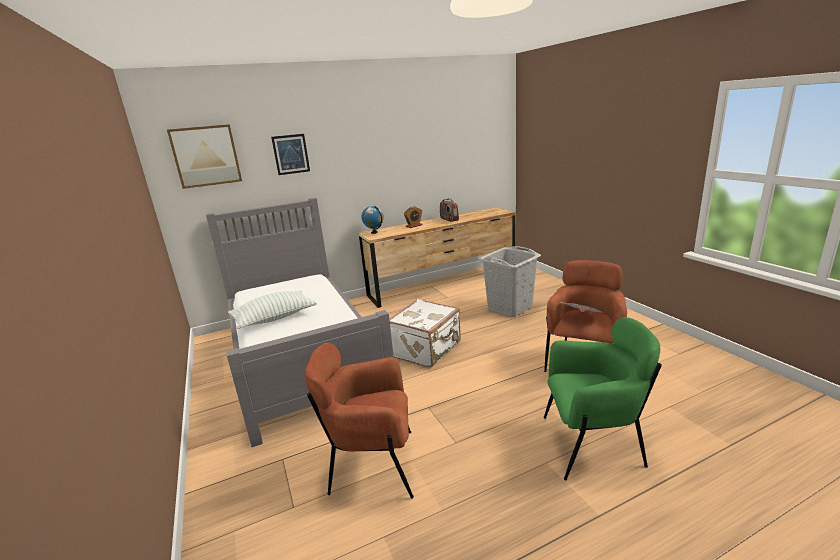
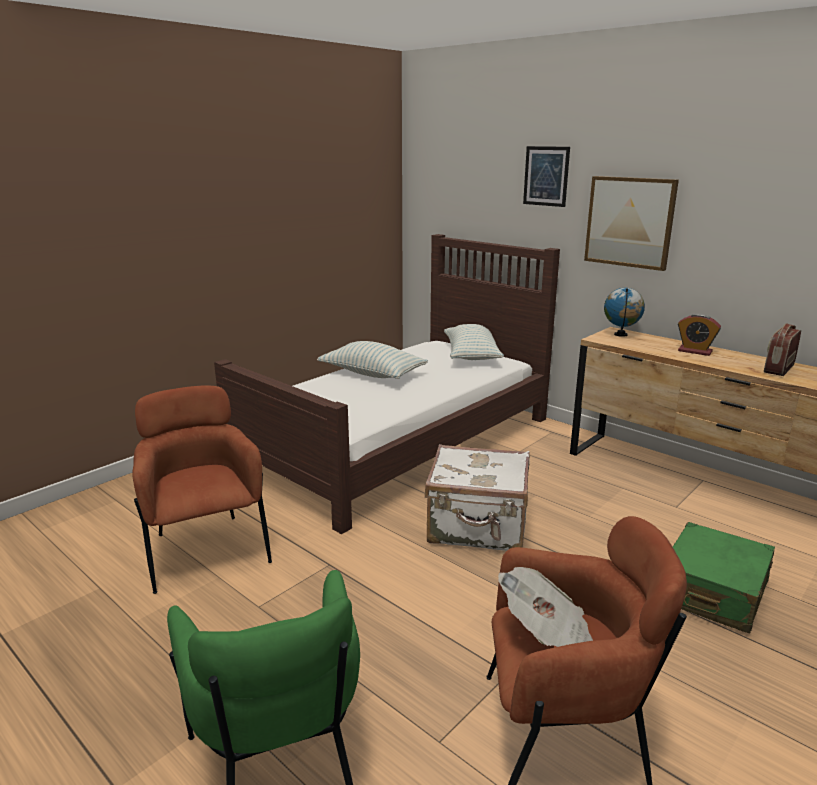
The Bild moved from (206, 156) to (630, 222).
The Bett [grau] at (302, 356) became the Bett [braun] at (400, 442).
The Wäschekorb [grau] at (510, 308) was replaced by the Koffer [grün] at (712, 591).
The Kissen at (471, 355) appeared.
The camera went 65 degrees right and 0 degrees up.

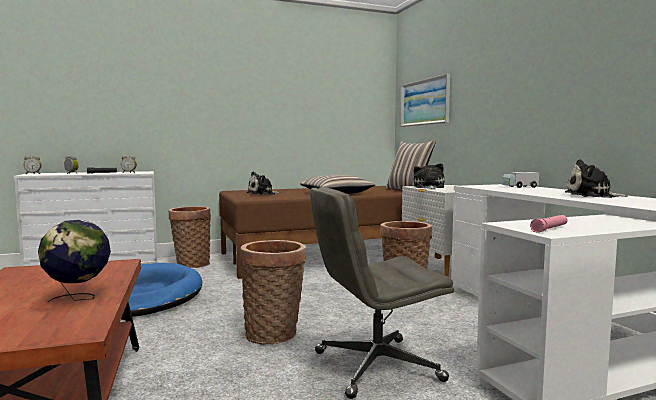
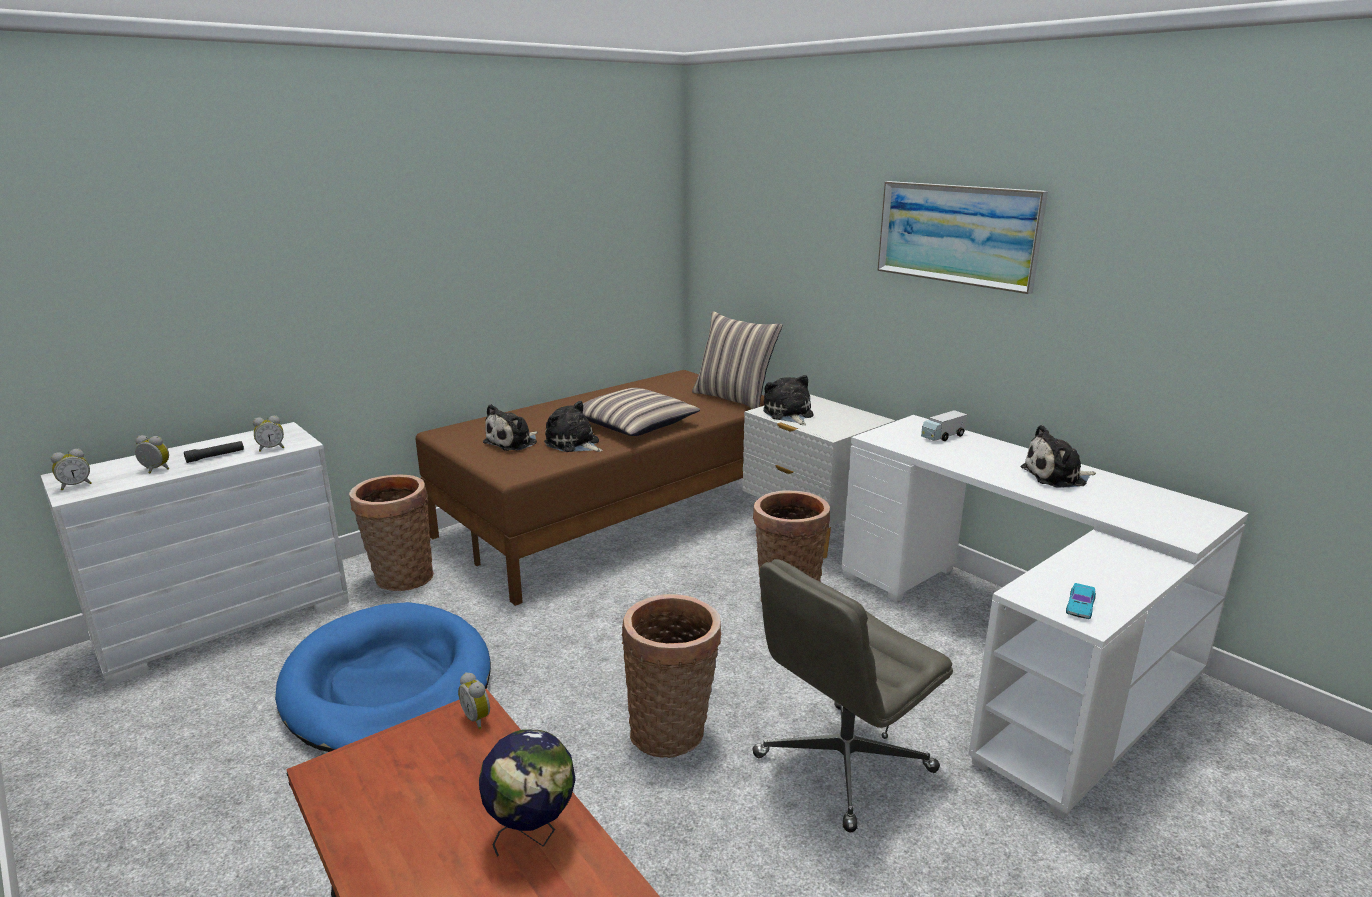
The Bild moved from (424, 102) to (957, 234).
The Taschenlampe [rosa] at (549, 229) was replaced by the Spielzeugauto [türkis] at (1080, 606).
The Plüschtier at (574, 444) appeared.
The Wecker at (478, 718) appeared.
The camera went 20 degrees left and 15 degrees up.

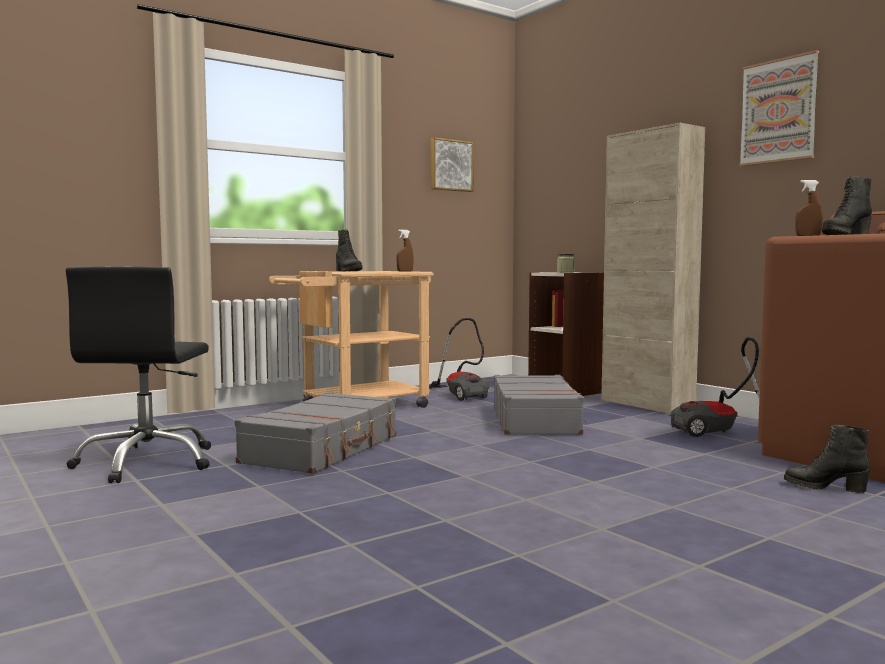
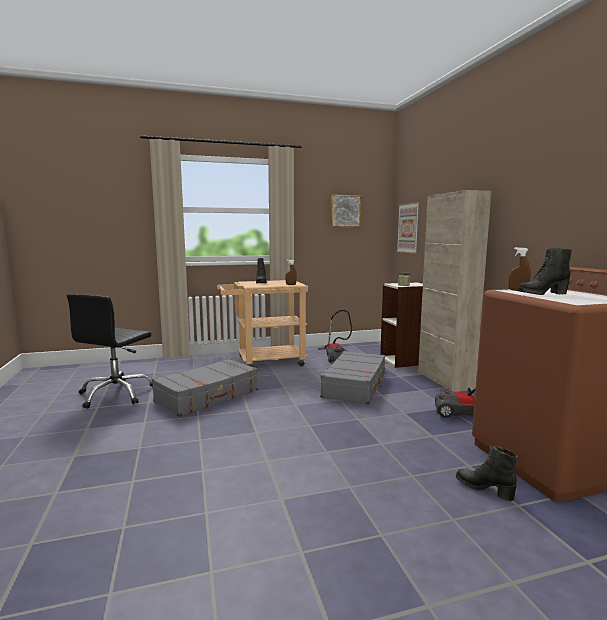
The Bild moved from (778, 111) to (408, 228).
The camera went 20 degrees right and 5 degrees up.

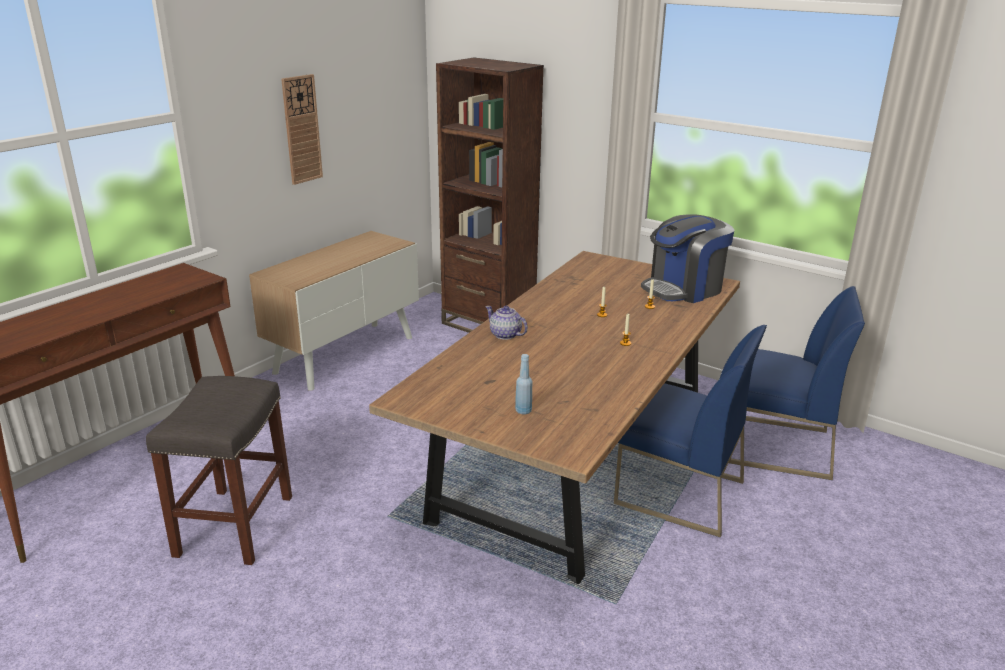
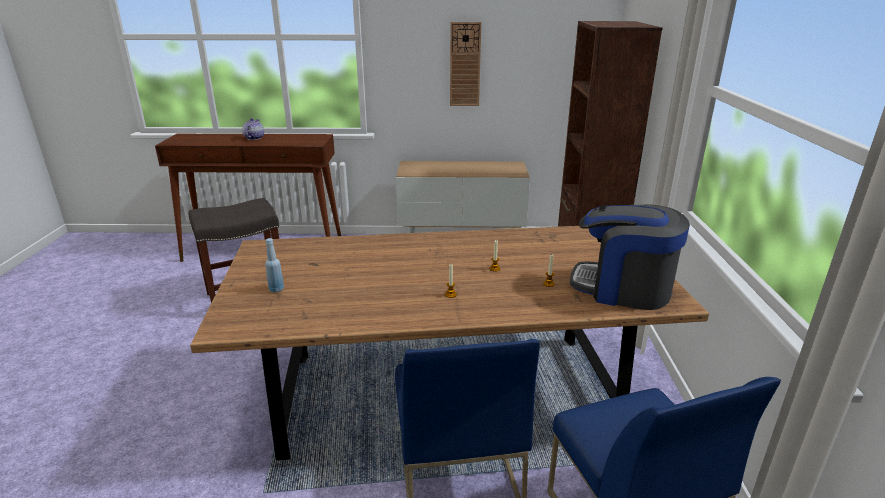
The Teekanne moved from (505, 335) to (254, 138).
The camera went 55 degrees right and 0 degrees up.

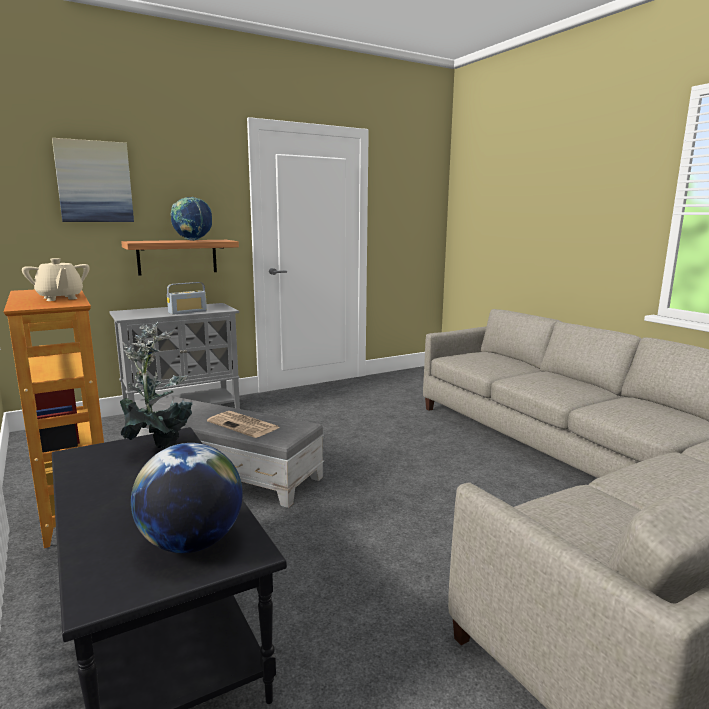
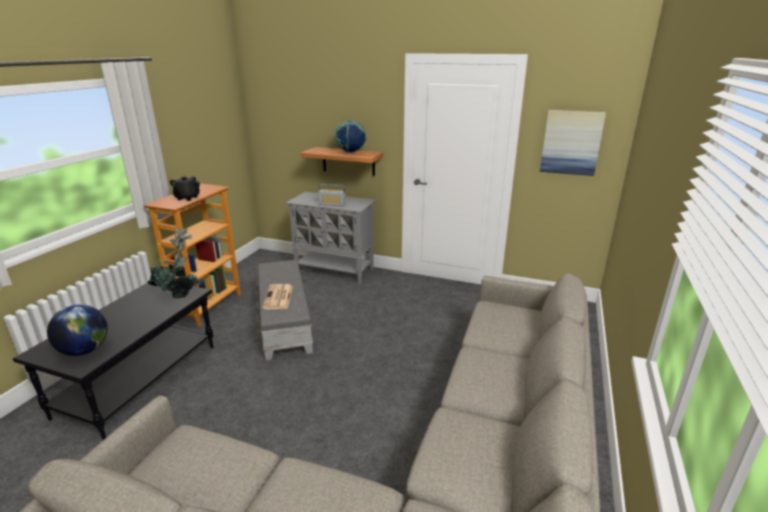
The Bild moved from (94, 182) to (571, 142).
The Teekanne [beige] at (60, 298) became the Teekanne [schwarz] at (187, 198).
The camera went 50 degrees right and 10 degrees up.

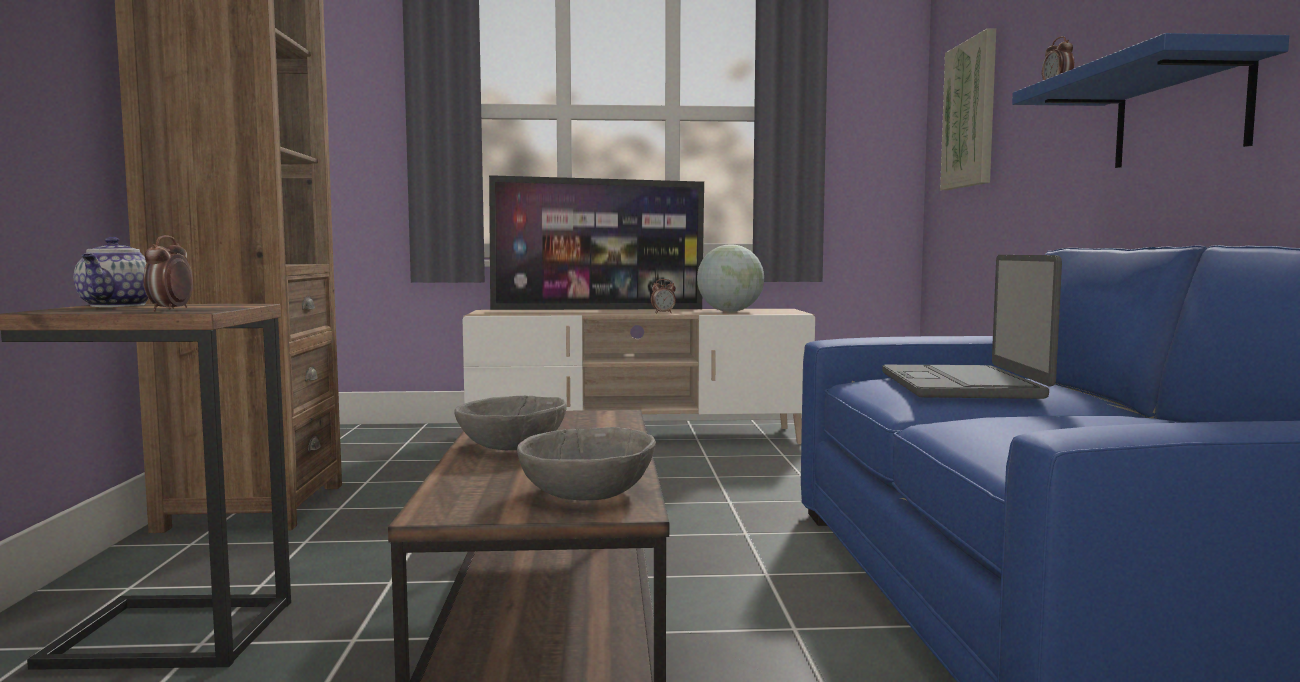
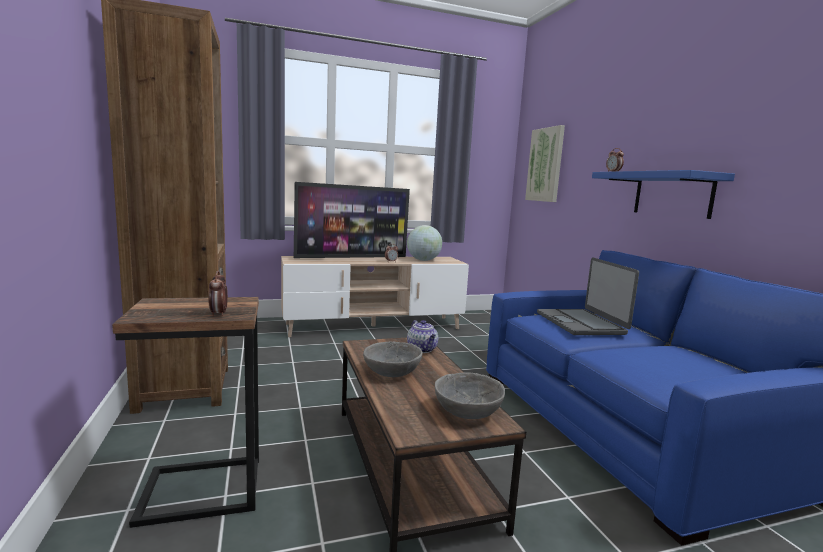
The Teekanne moved from (117, 306) to (422, 349).
The camera went 15 degrees left and 5 degrees up.

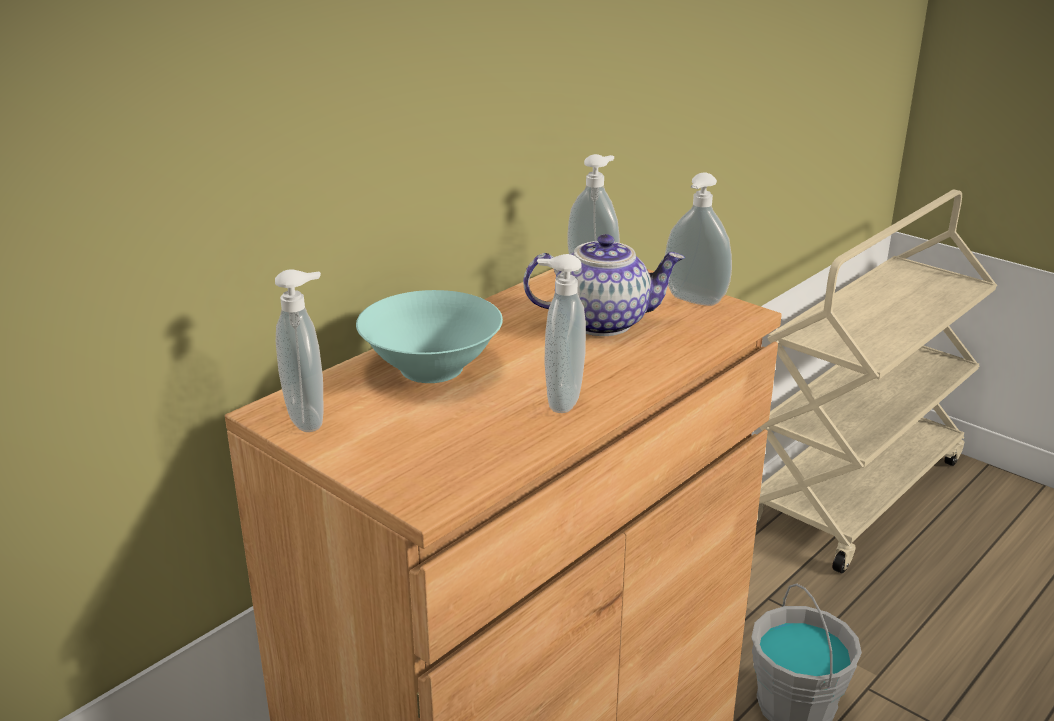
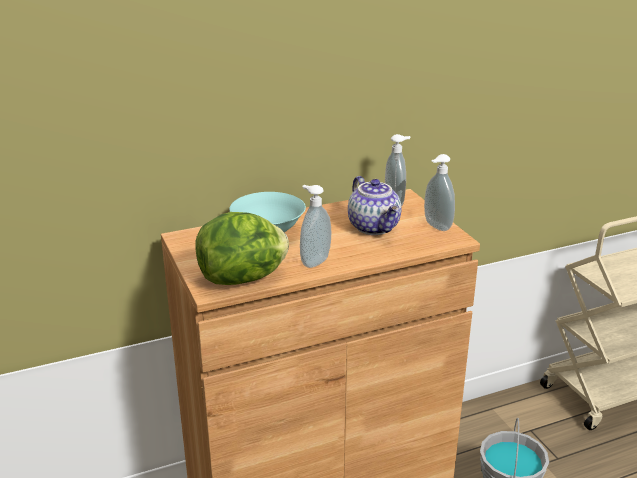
The Teekanne at (602, 321) turned 45 degrees clockwise.
The Seifenspender at (309, 418) disappeared.
The Salatkopf at (244, 278) appeared.
The camera went 25 degrees right and 0 degrees up.

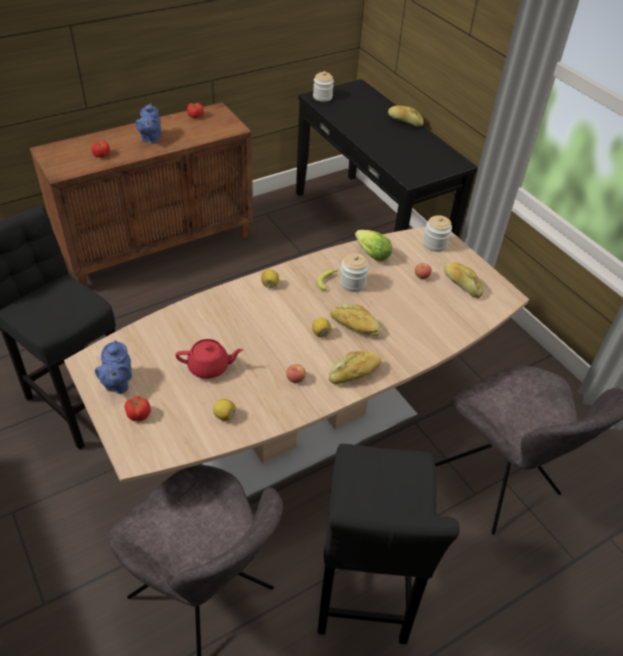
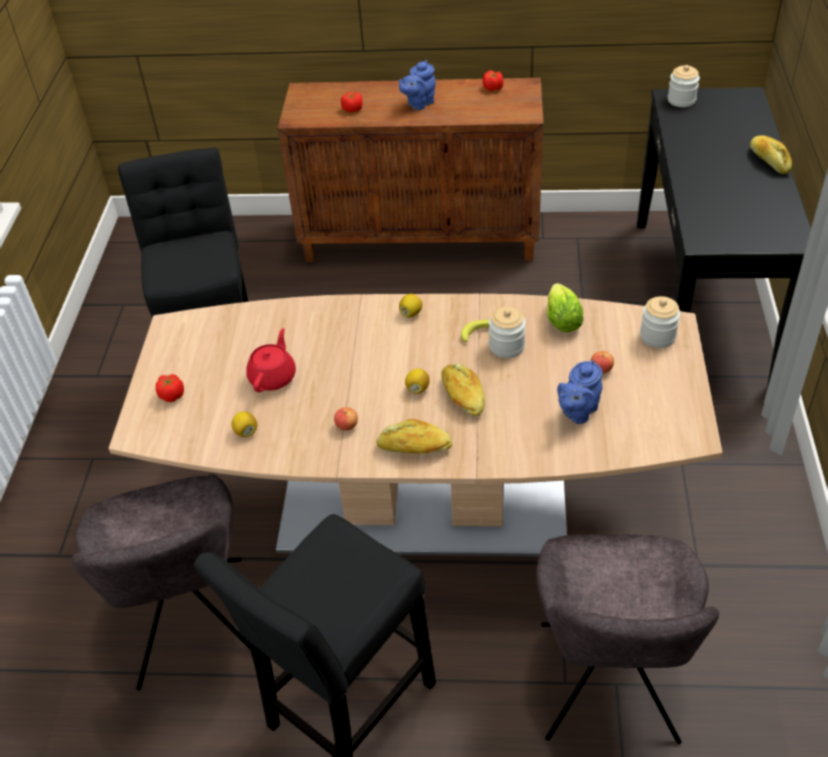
The Brot at (461, 284) disappeared.
The Teekanne [rot] at (209, 367) turned 105 degrees counterclockwise.
The Teekanne [blau] moved from (117, 384) to (578, 412).
The camera went 40 degrees right and 0 degrees up.

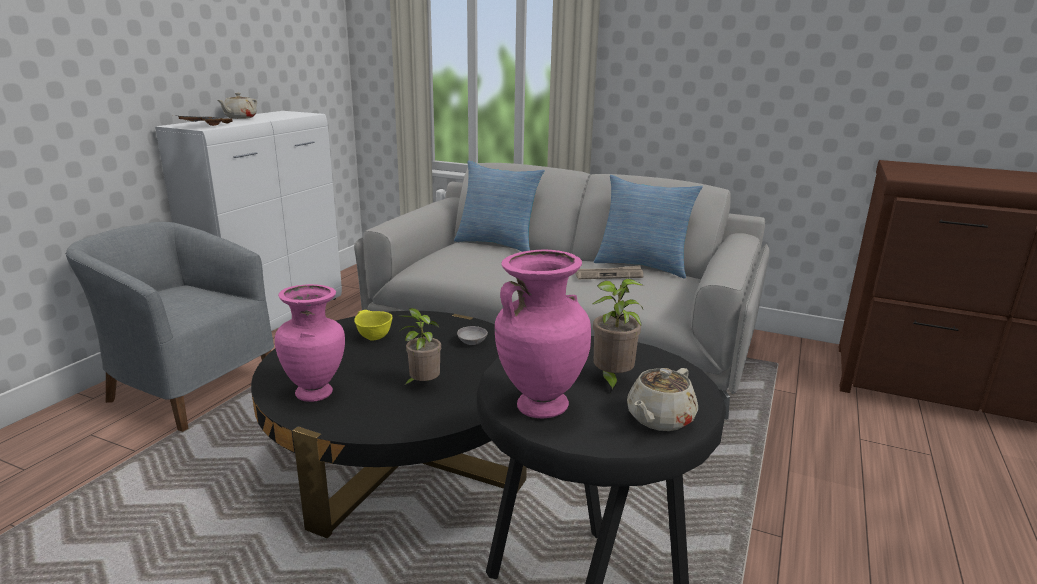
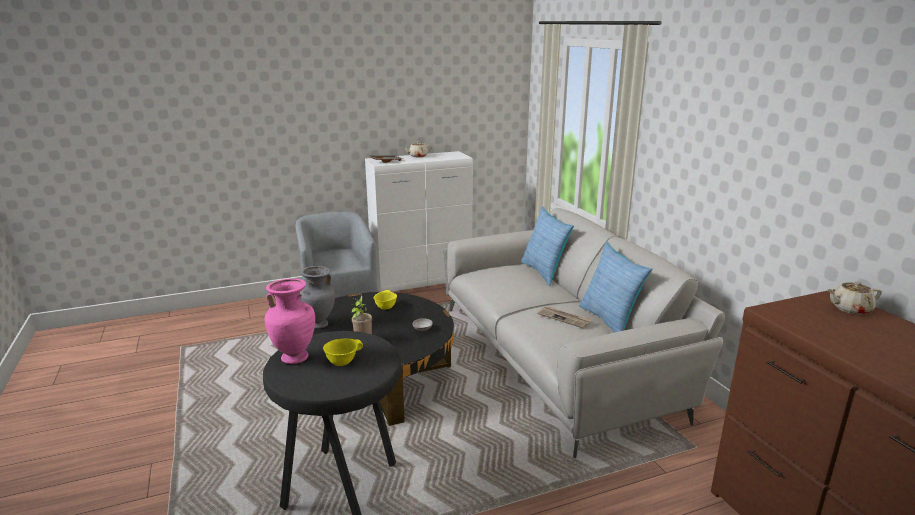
The Topfpflanze at (611, 380) was replaced by the Schüssel [gelb] at (342, 362).
The Vase [rosa] at (316, 393) became the Vase [grau] at (319, 325).
The Teekanne [beige] moved from (659, 419) to (850, 309).
The camera went 45 degrees right and 0 degrees up.

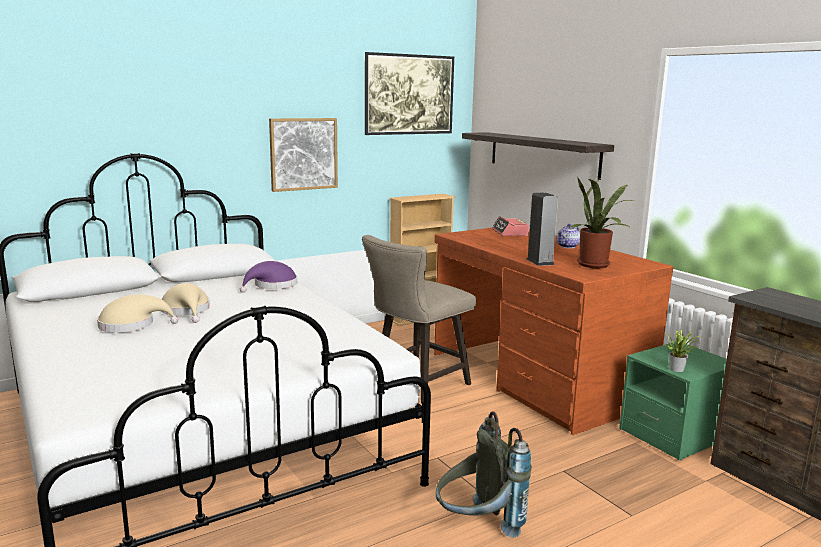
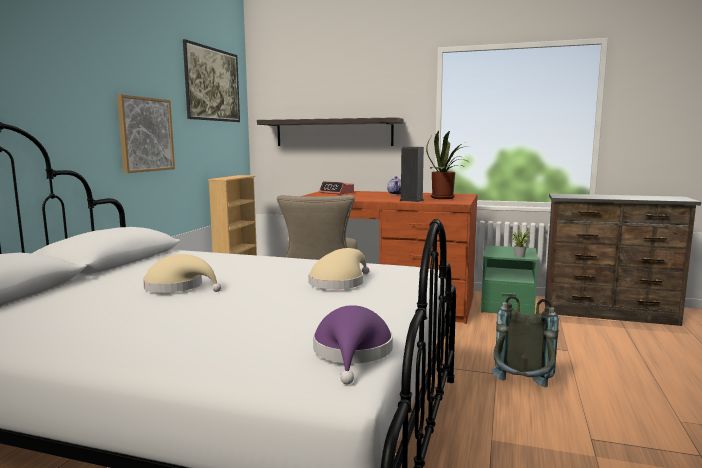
The Hut [lila] moved from (272, 285) to (352, 353).
The Hut [beige] moved from (131, 325) to (339, 282).
The camera went 40 degrees left and 5 degrees down.

